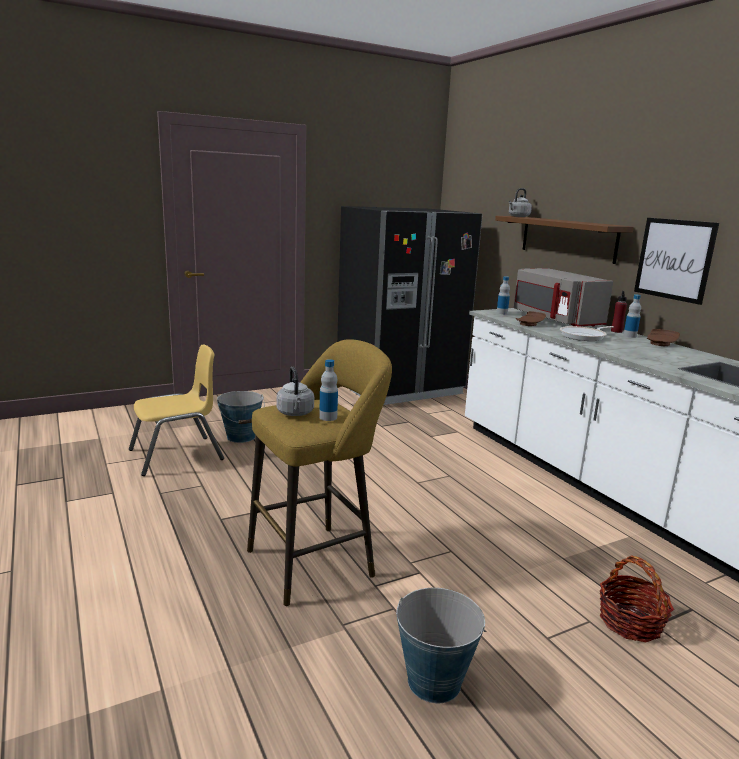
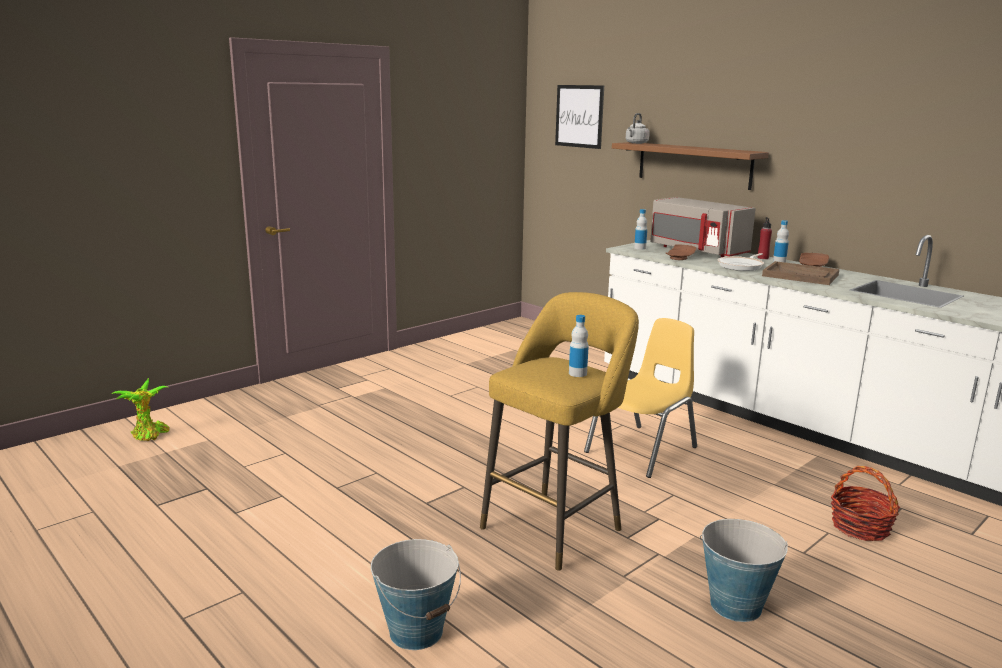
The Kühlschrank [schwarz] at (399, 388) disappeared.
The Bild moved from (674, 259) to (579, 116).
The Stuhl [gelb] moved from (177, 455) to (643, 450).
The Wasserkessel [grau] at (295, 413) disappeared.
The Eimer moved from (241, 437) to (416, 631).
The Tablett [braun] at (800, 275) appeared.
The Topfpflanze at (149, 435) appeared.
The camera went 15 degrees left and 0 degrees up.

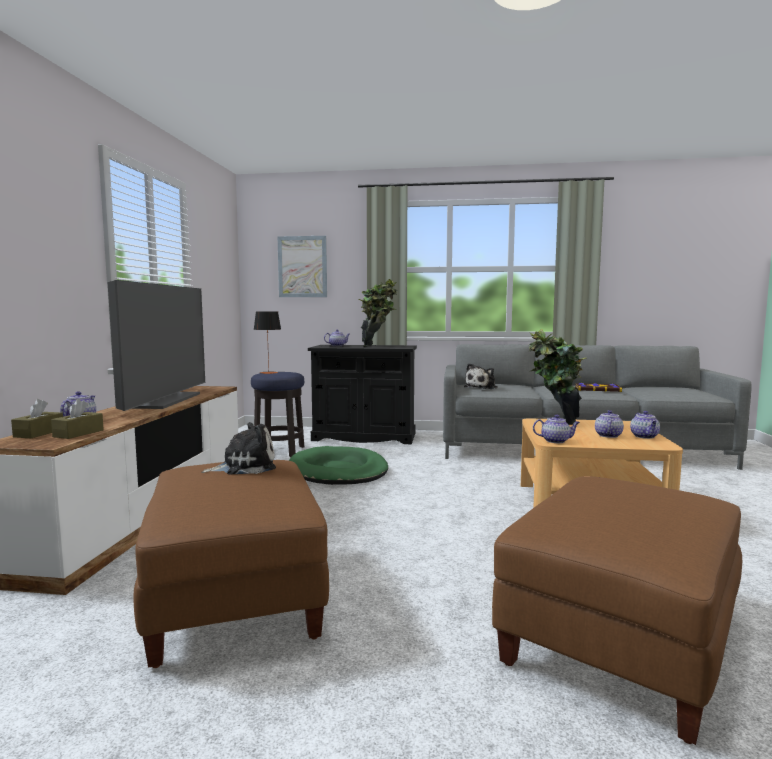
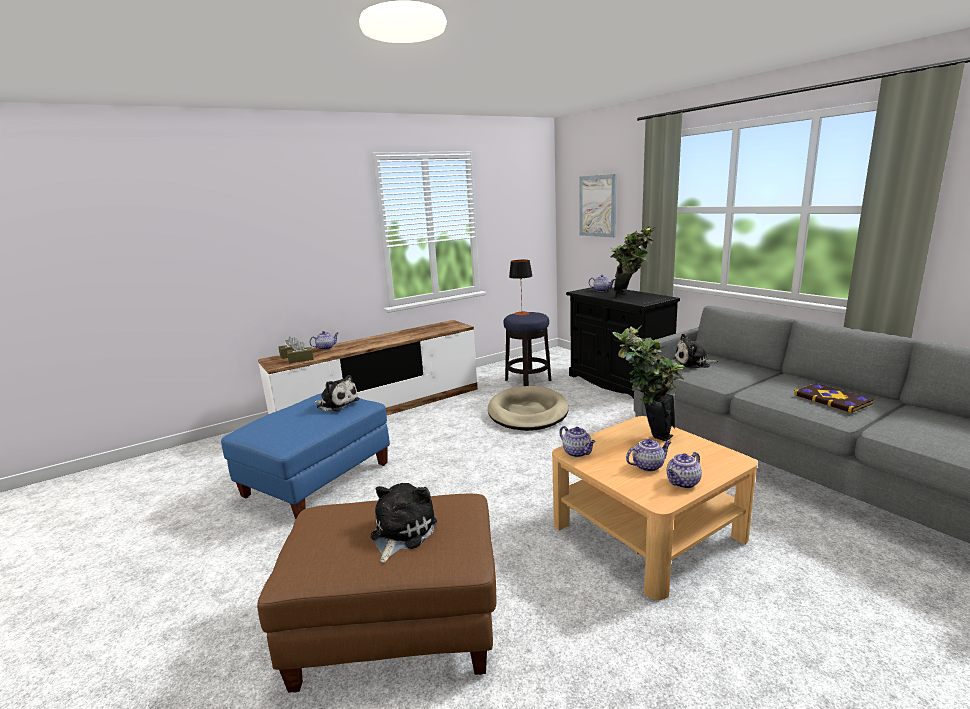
The Fernseher at (162, 400) disappeared.
The Hundebett [grün] at (338, 471) became the Hundebett [beige] at (528, 412).
The Polsterhocker [braun] at (235, 598) became the Polsterhocker [blau] at (317, 480).
The Plüschtier at (401, 533) appeared.
The camera went 50 degrees right and 10 degrees up.

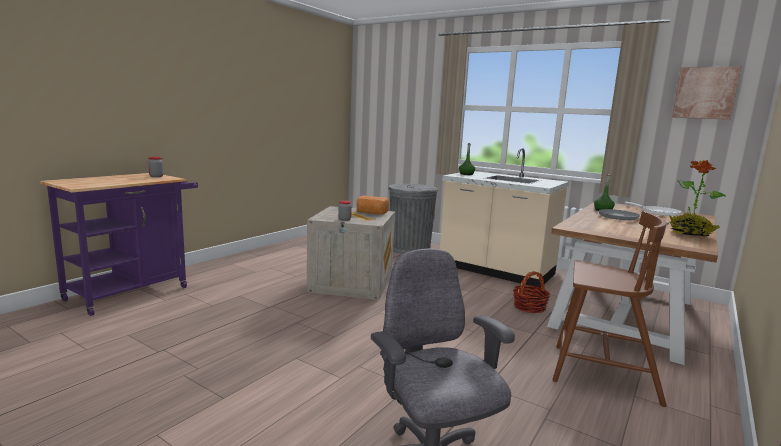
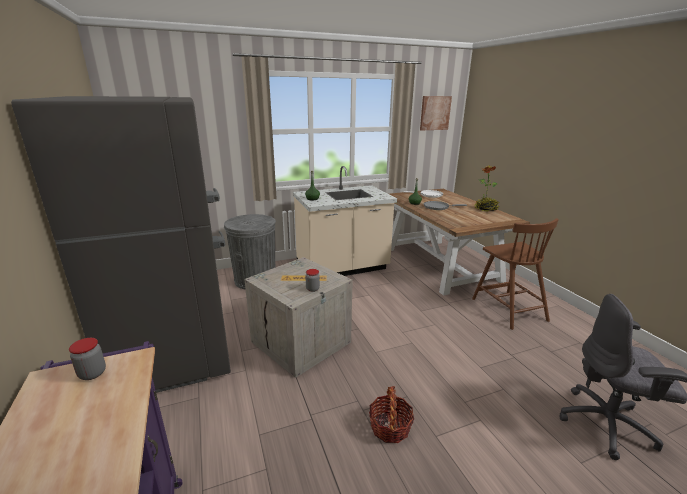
The Brot at (371, 213) disappeared.
The Stuhl [braun] at (602, 373) turned 105 degrees clockwise.
The Korb moved from (529, 307) to (390, 427).
The Kühlschrank [grau] at (176, 348) appeared.
The camera went 55 degrees left and 10 degrees up.

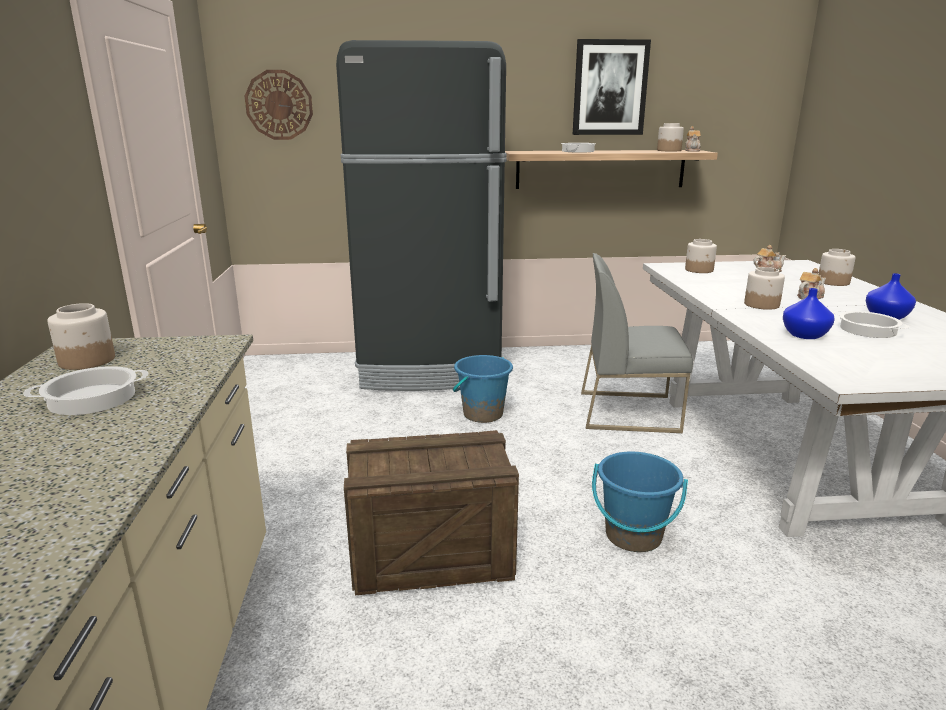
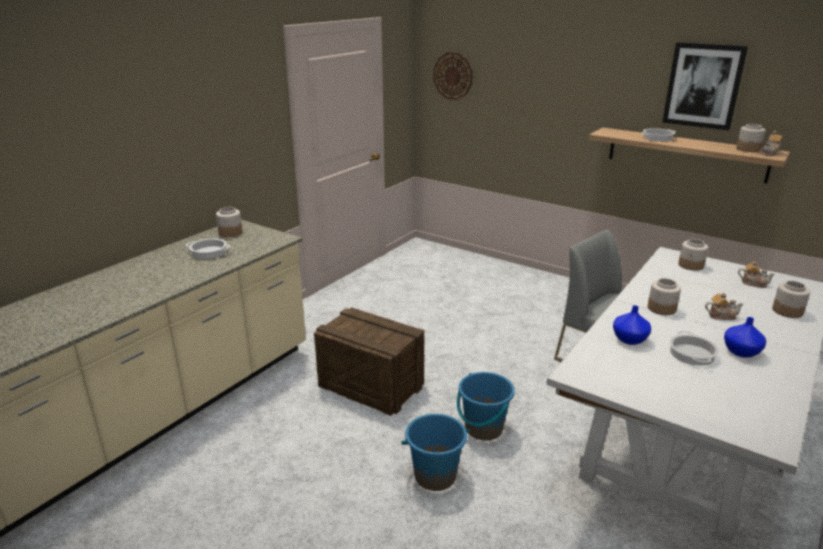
The Kühlschrank [schwarz] at (431, 369) disappeared.
The Eimer [blau] moved from (482, 414) to (435, 476).
The camera went 40 degrees right and 5 degrees up.

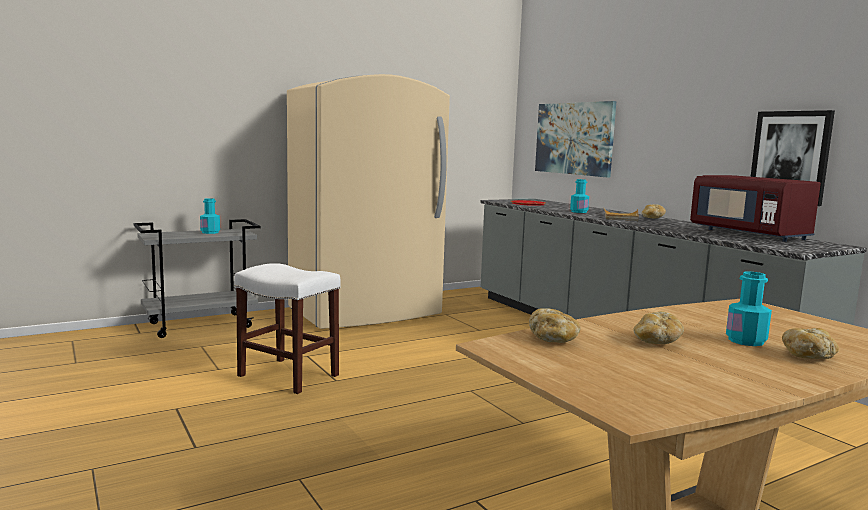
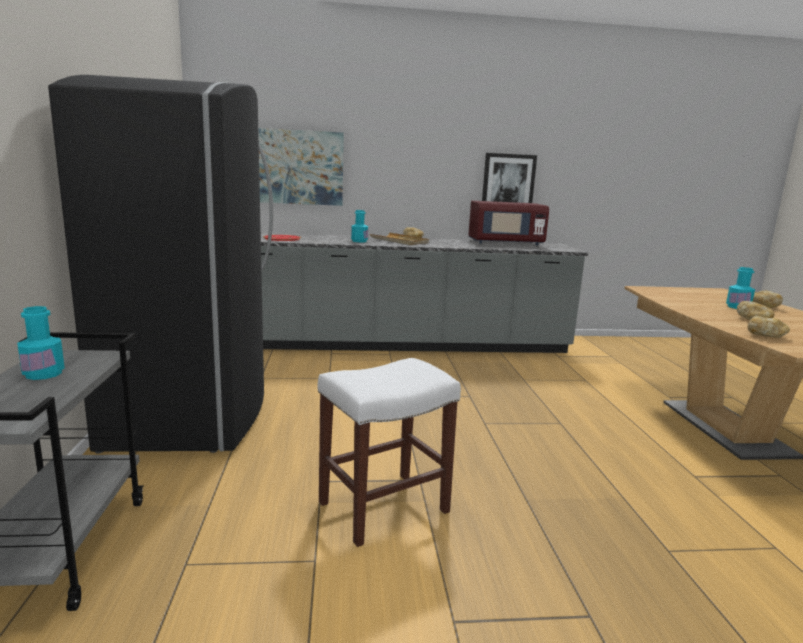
The Kühlschrank [beige] at (366, 312) became the Kühlschrank [schwarz] at (194, 411).
The camera went 65 degrees left and 5 degrees up.

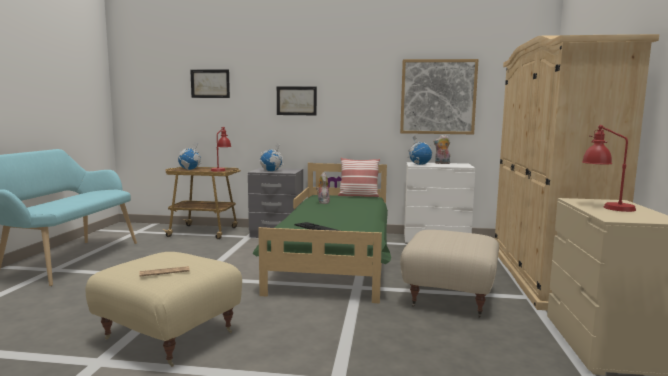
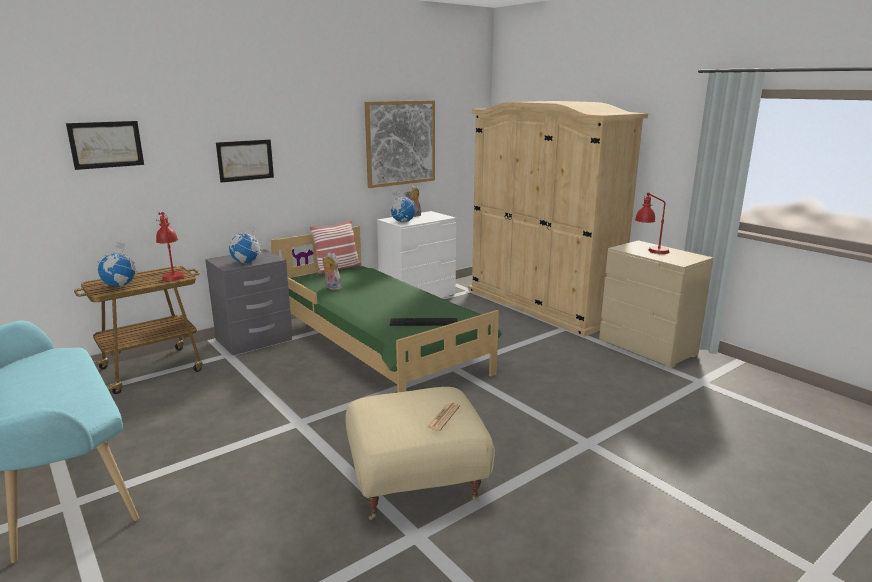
The Polsterhocker [beige] at (450, 296) disappeared.
The camera went 45 degrees left and 10 degrees up.

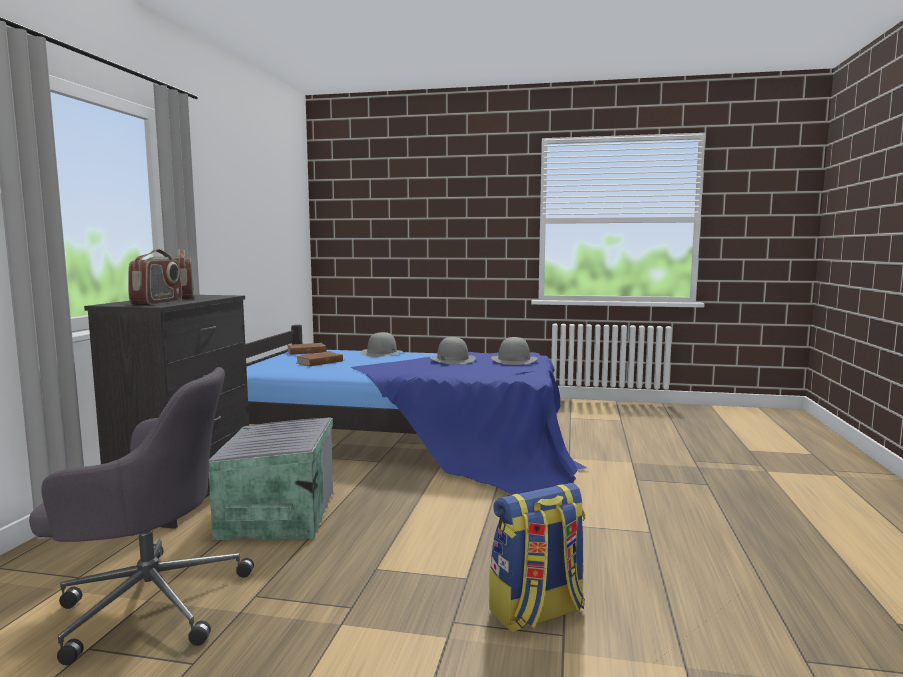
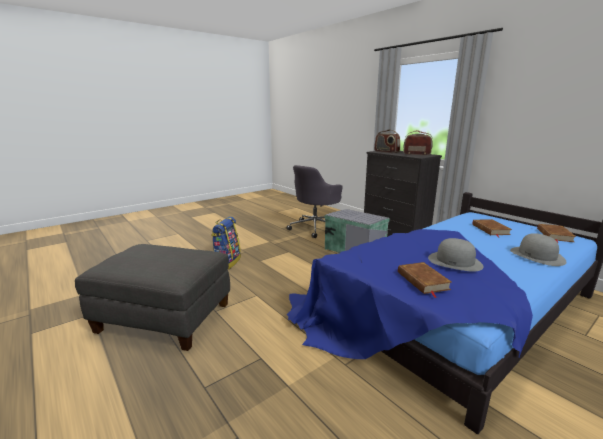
The Hut [grau] at (514, 360) was replaced by the Buch [braun] at (422, 281).
The Polsterhocker [grau] at (163, 318) appeared.
The camera went 130 degrees right and 10 degrees up.

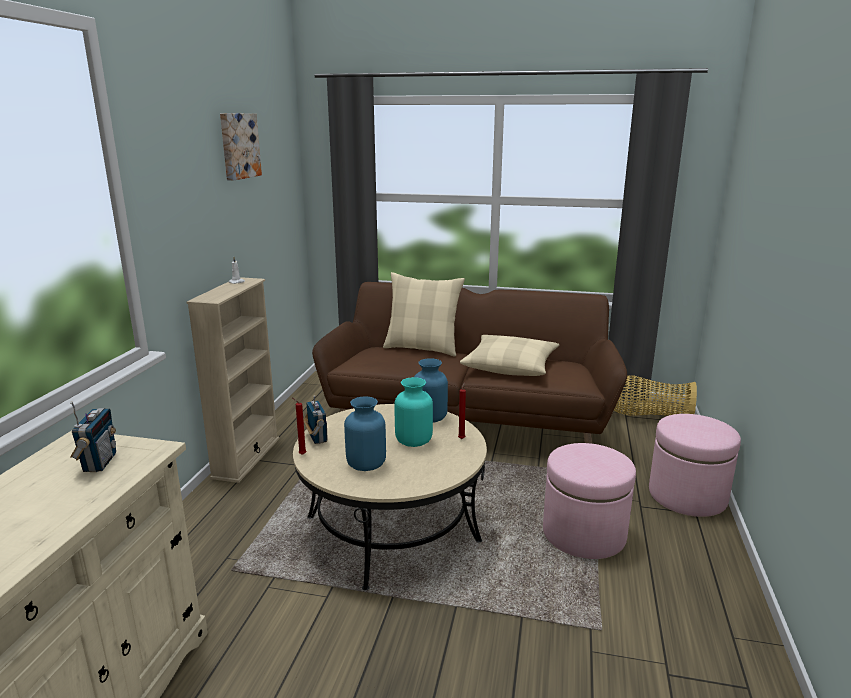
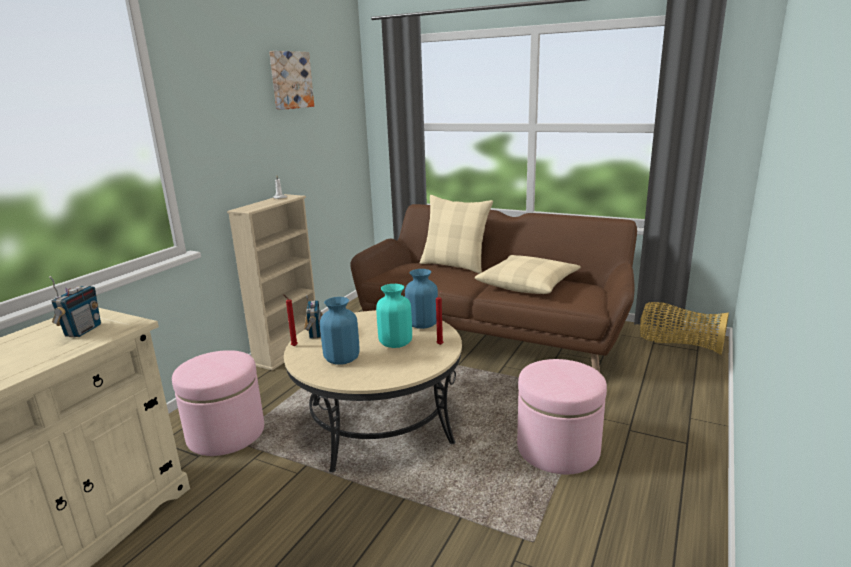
The Polsterhocker [rosa] moved from (687, 496) to (226, 433).
The camera went 15 degrees right and 0 degrees up.

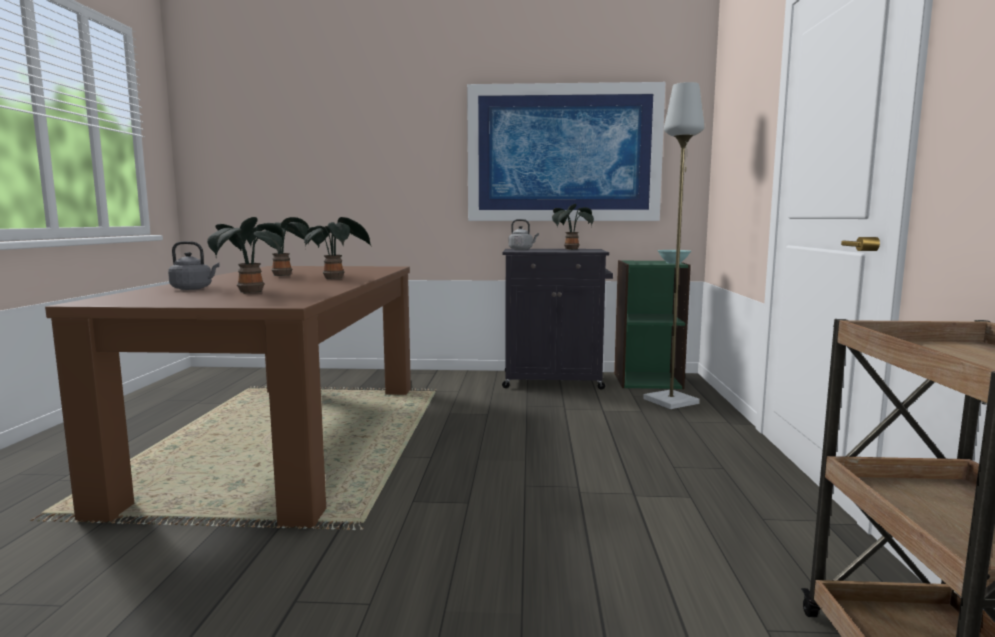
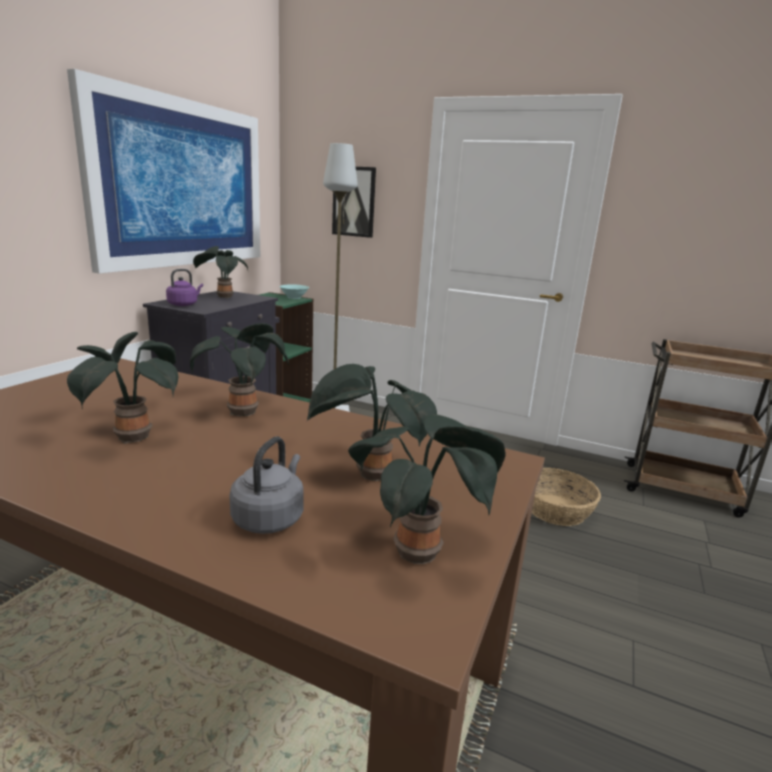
The Wasserkessel [grau] at (522, 249) became the Wasserkessel [lila] at (184, 304).
The Bild at (354, 202) appeared.
The Topfpflanze at (421, 551) appeared.
The Korb at (555, 509) appeared.
The camera went 70 degrees left and 10 degrees up.

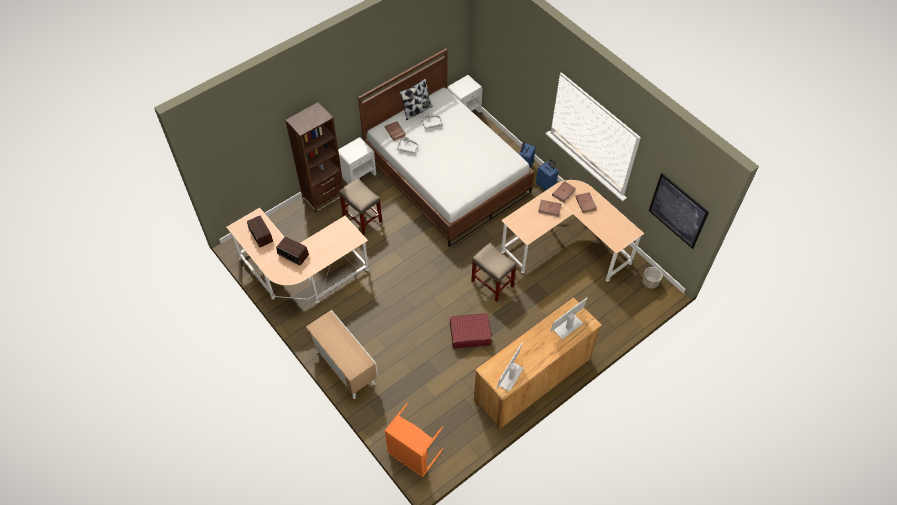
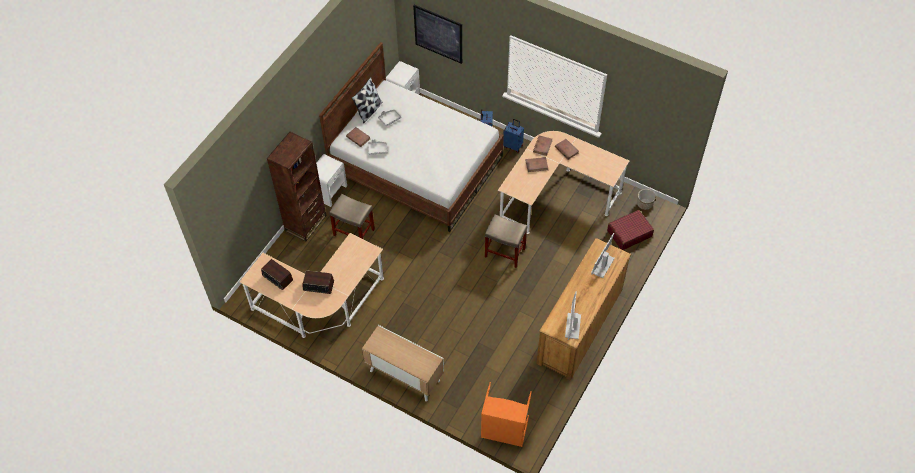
The Bild moved from (678, 210) to (438, 34).
The Koffer [rot] moved from (470, 334) to (629, 233).
The camera went 20 degrees left and 0 degrees up.

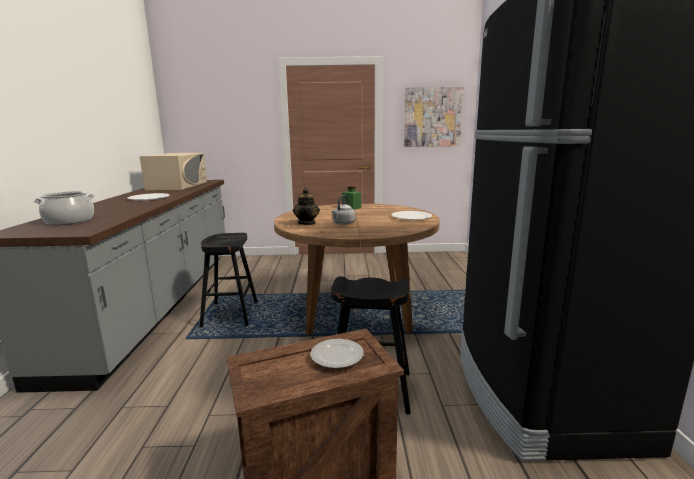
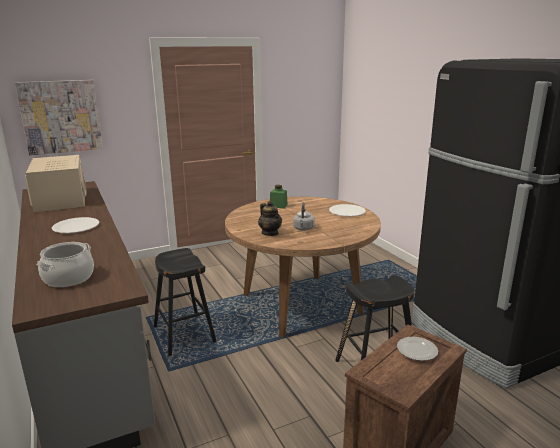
The Bild moved from (432, 117) to (61, 117).
The camera went 25 degrees left and 5 degrees up.

